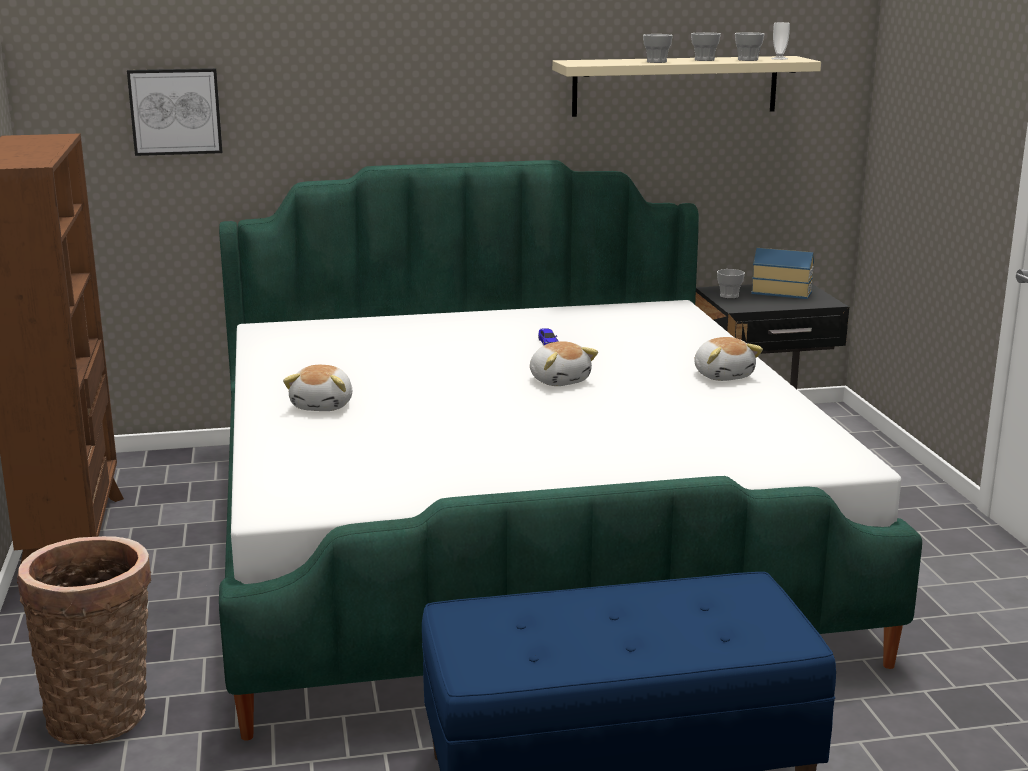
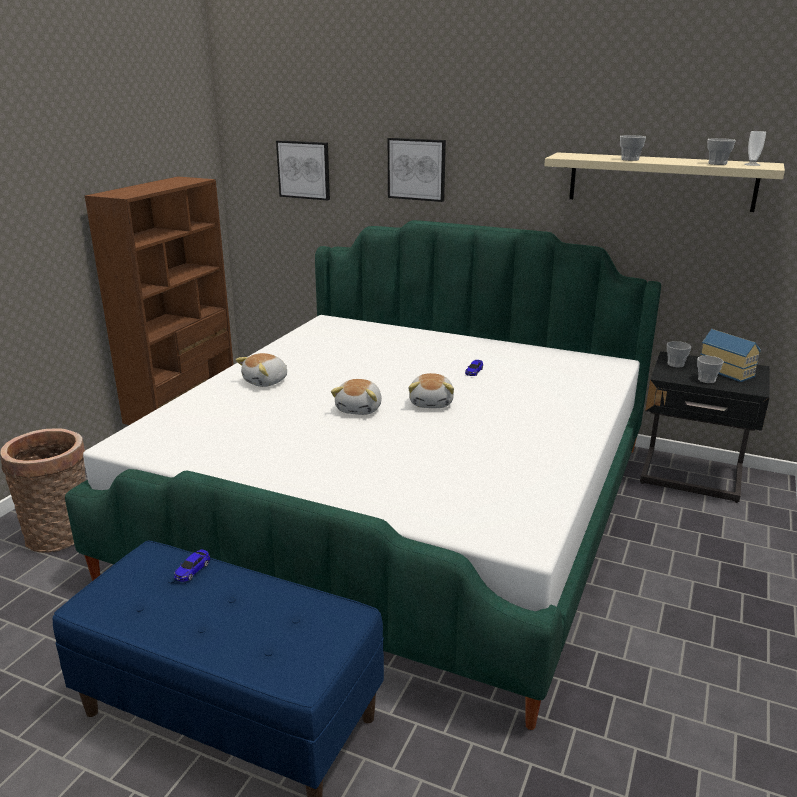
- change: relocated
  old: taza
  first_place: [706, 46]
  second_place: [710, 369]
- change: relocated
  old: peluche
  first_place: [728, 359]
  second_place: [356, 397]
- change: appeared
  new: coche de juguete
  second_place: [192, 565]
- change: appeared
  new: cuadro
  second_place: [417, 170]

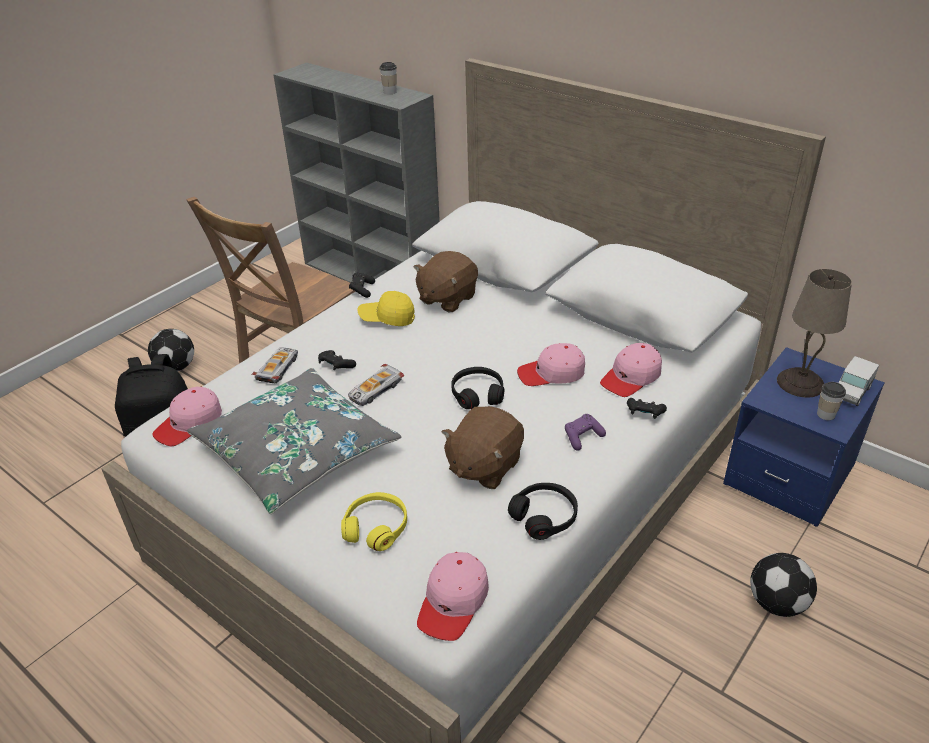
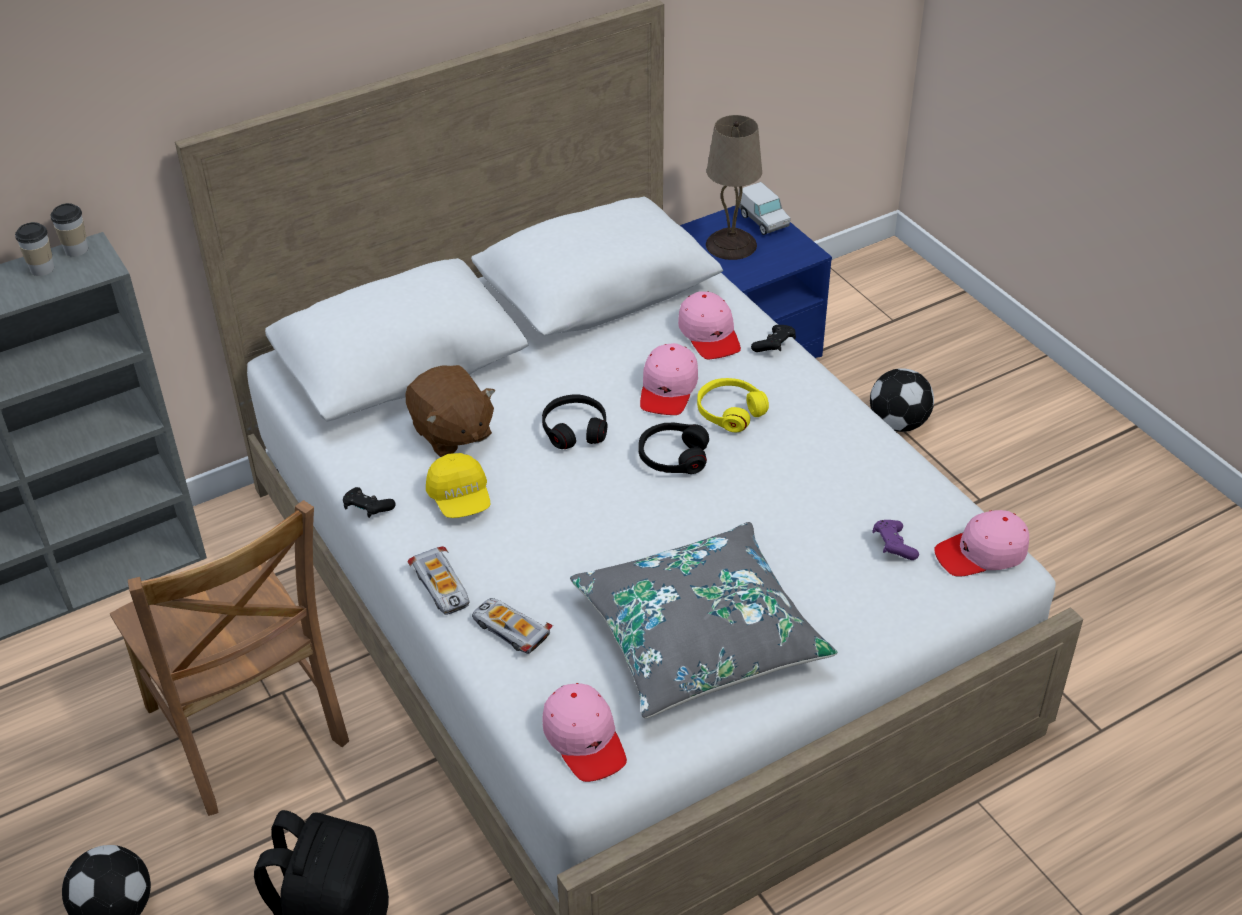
- change: missing
  old: mando de consola [negro]
  first_place: [337, 360]
- change: relocated
  old: auriculares [amarillo]
  first_place: [374, 521]
  second_place: [733, 405]
- change: relocated
  old: coche de juguete
  first_place: [376, 385]
  second_place: [438, 580]
- change: spun
  old: gorra [amarillo]
  first_place: [386, 308]
  second_place: [458, 485]
  degrees: -45
- change: spun
  old: gorra [rosa]
  first_place: [453, 596]
  second_place: [981, 543]
  degrees: 120
- change: missing
  old: peluche [marrón]
  first_place: [482, 447]
- change: relocated
  old: auriculares [negro]
  first_place: [543, 511]
  second_place: [574, 421]
- change: relocated
  old: mando de consola [morado]
  first_place: [585, 432]
  second_place: [895, 540]
- change: relocated
  old: taza
  first_place: [831, 401]
  second_place: [69, 230]

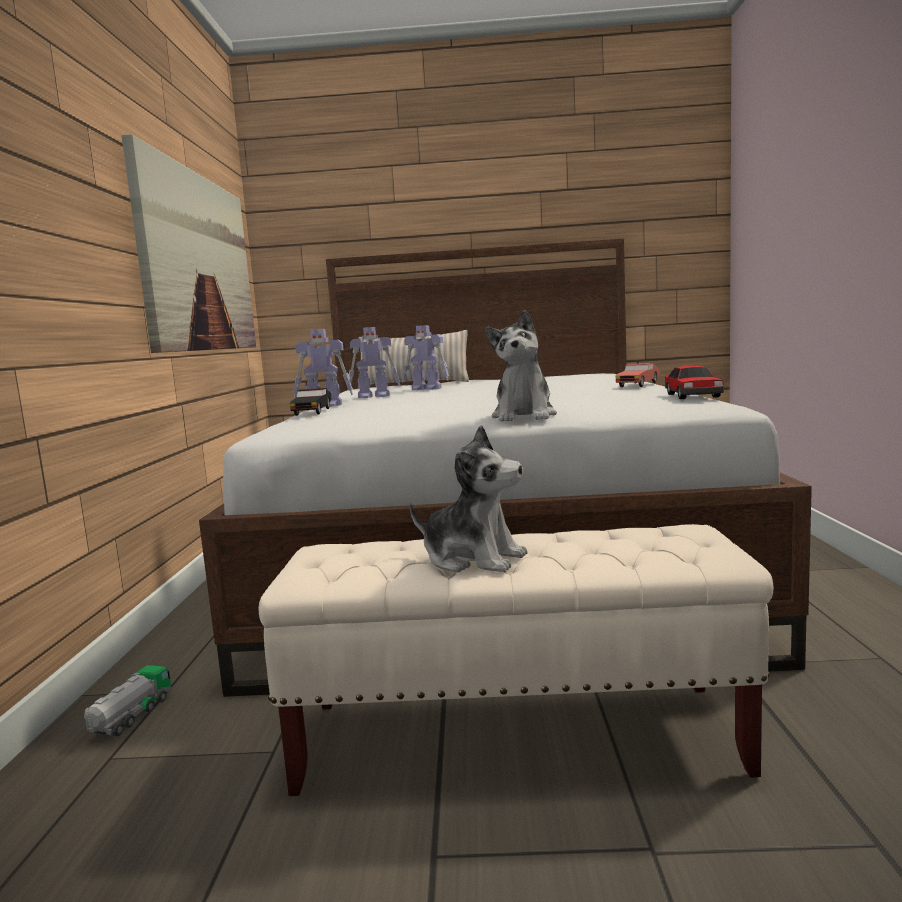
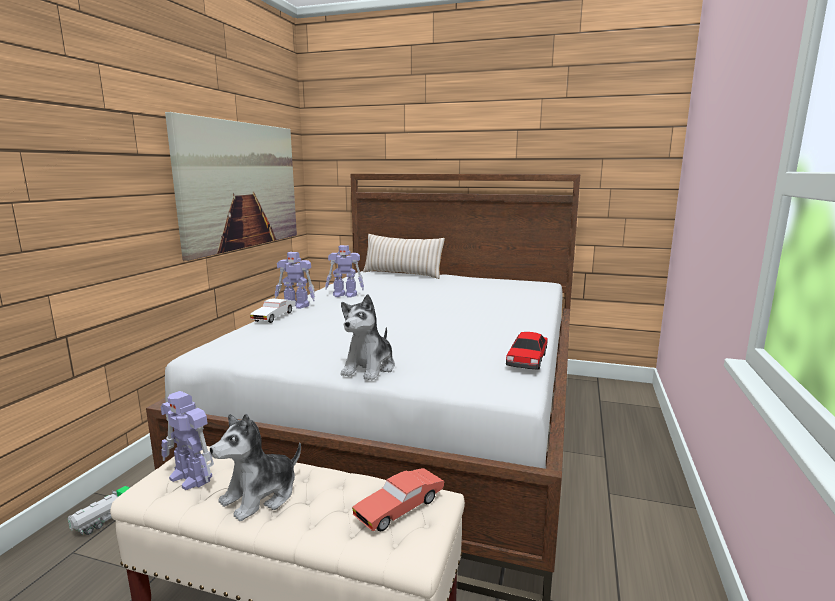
- change: colour
  old: coche de juguete [negro]
  new: coche de juguete [blanco]
  first_place: [310, 402]
  second_place: [273, 310]
- change: relocated
  old: robot de juguete
  first_place: [425, 357]
  second_place: [187, 440]
- change: spun
  old: peluche
  first_place: [469, 498]
  second_place: [255, 467]
  degrees: 90
- change: relocated
  old: coche de juguete [rojo]
  first_place: [638, 375]
  second_place: [398, 499]

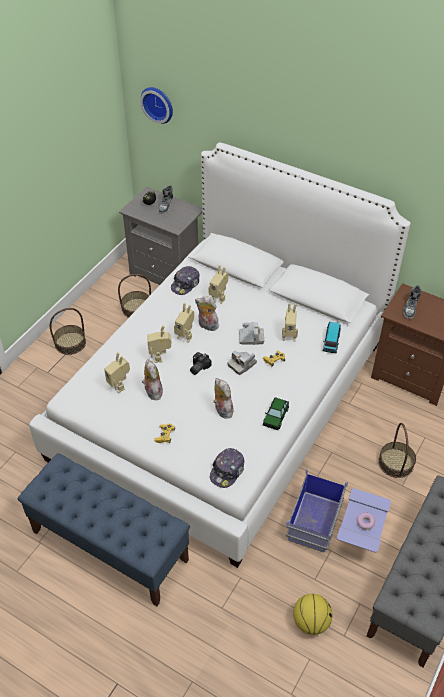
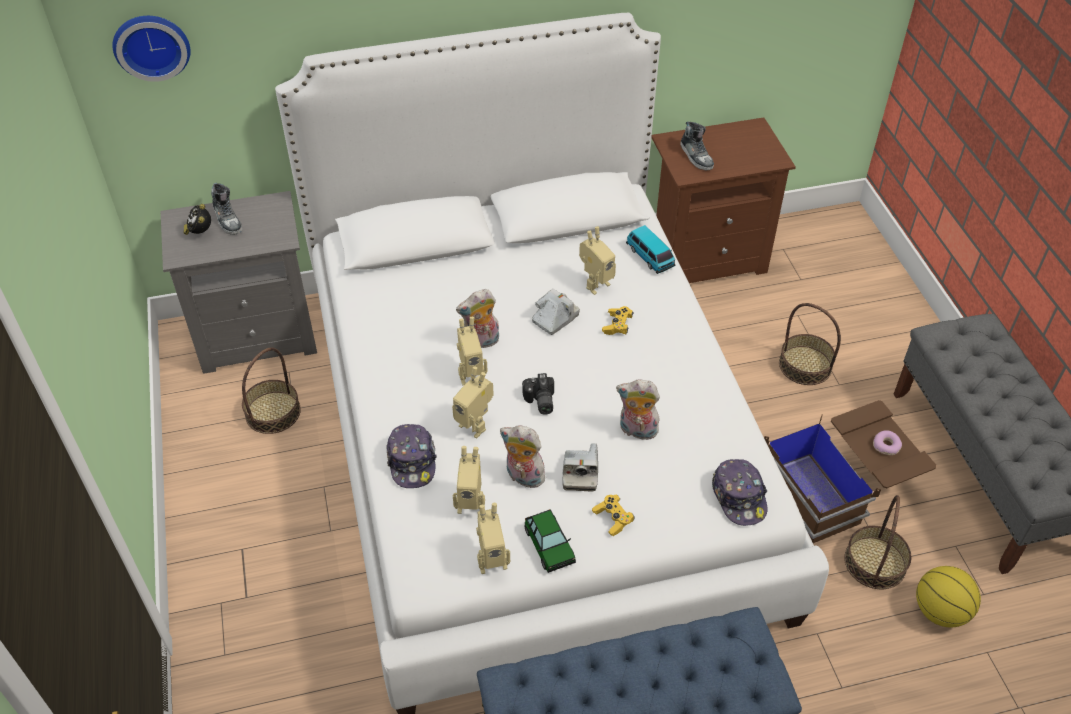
- change: relocated
  old: cesta
  first_place: [68, 331]
  second_place: [878, 542]
- change: relocated
  old: gorra
  first_place: [185, 280]
  second_place: [411, 456]
- change: relocated
  old: robot de juguete
  first_place: [218, 284]
  second_place: [493, 538]
- change: relocated
  old: cámara
  first_place: [242, 363]
  second_place: [580, 467]
- change: relocated
  old: coche de juguete
  first_place: [276, 413]
  second_place: [550, 541]
- change: colour
  old: caja de almacenaje [azul]
  new: caja de almacenaje [marrón]
  first_place: [338, 511]
  second_place: [850, 471]

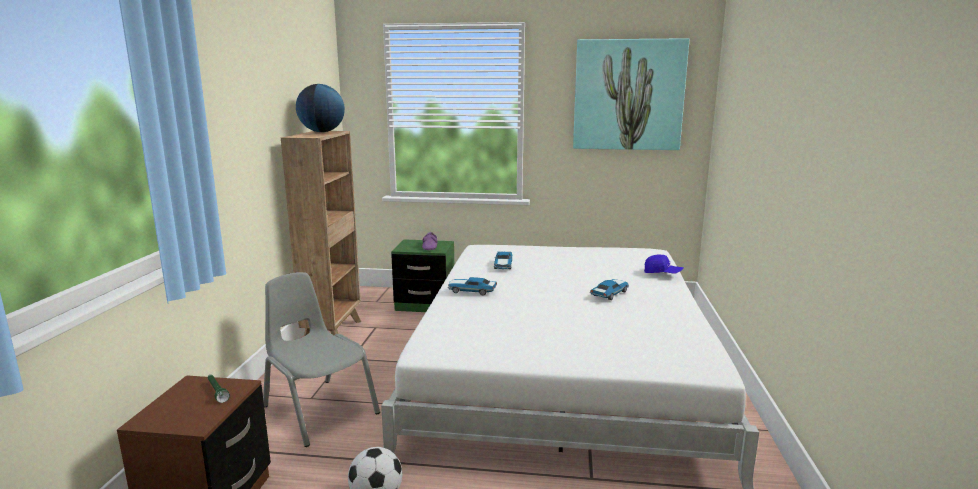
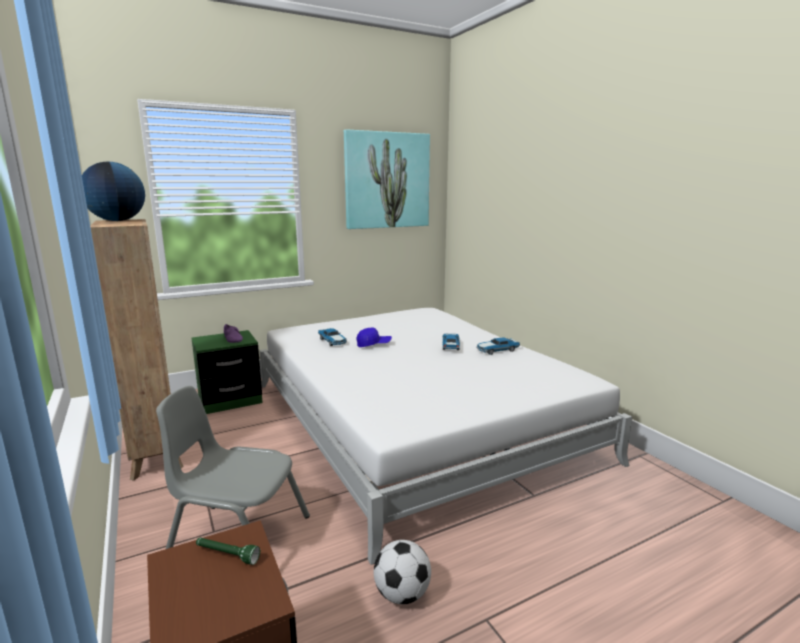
- change: relocated
  old: coche de juguete
  first_place: [472, 286]
  second_place: [498, 346]
- change: relocated
  old: gorra [azul]
  first_place: [664, 264]
  second_place: [374, 337]

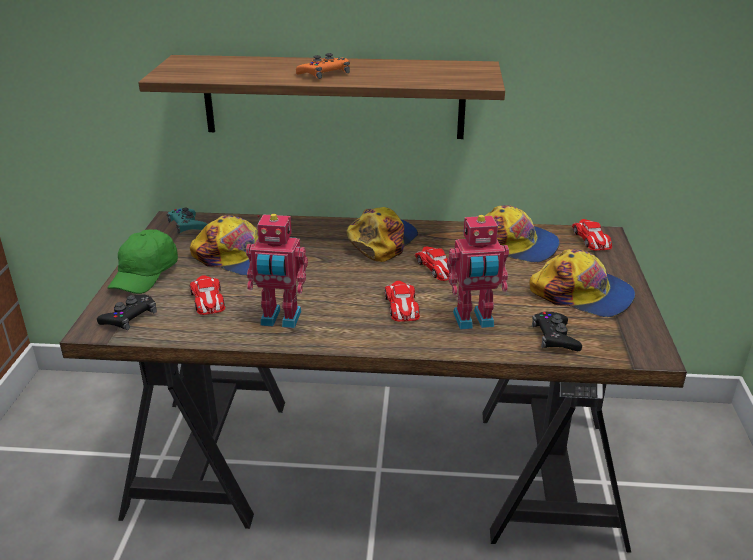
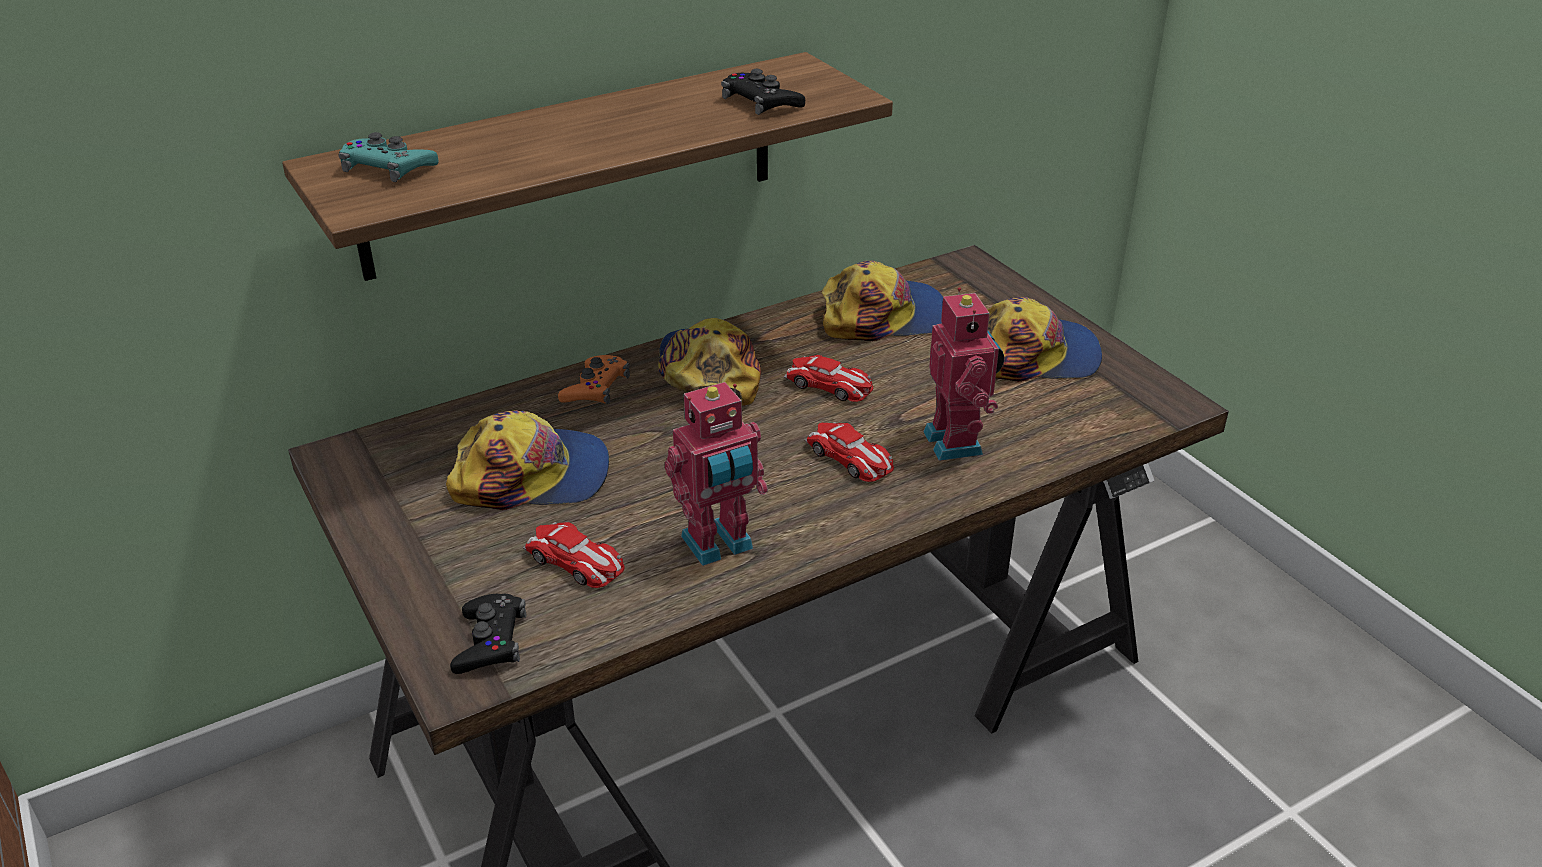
- change: missing
  old: gorra [verde]
  first_place: [142, 261]
- change: relocated
  old: mando de consola [turquesa]
  first_place: [187, 221]
  second_place: [388, 157]
- change: relocated
  old: mando de consola [naranja]
  first_place: [323, 66]
  second_place: [594, 379]
- change: spun
  old: robot de juguete
  first_place: [478, 272]
  second_place: [963, 374]
  degrees: -60
- change: relocated
  old: mando de consola [negro]
  first_place: [557, 331]
  second_place: [763, 92]
- change: missing
  old: coche de juguete
  first_place: [592, 235]

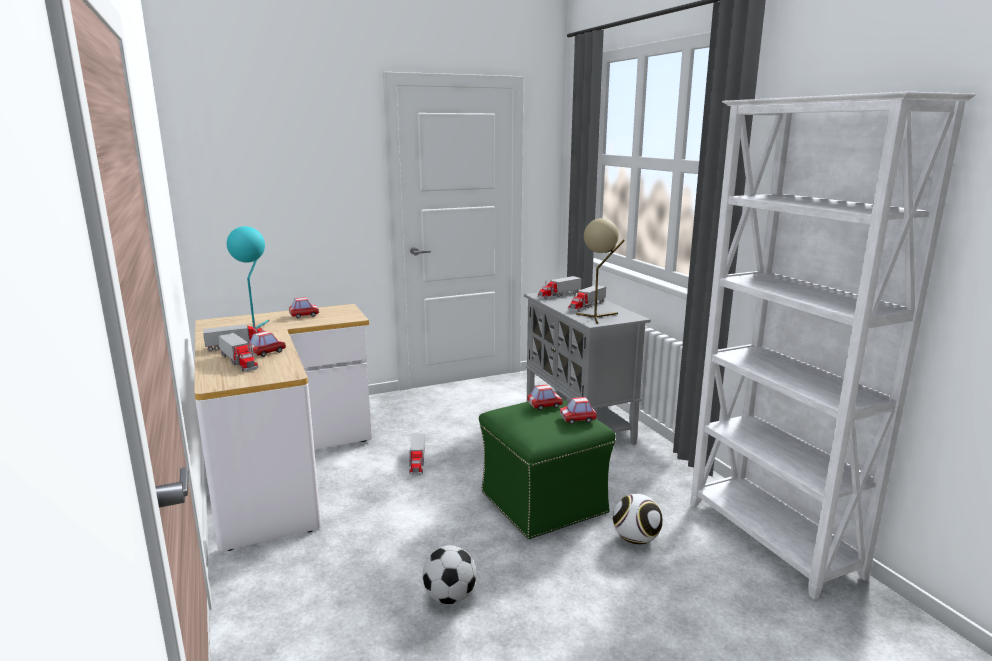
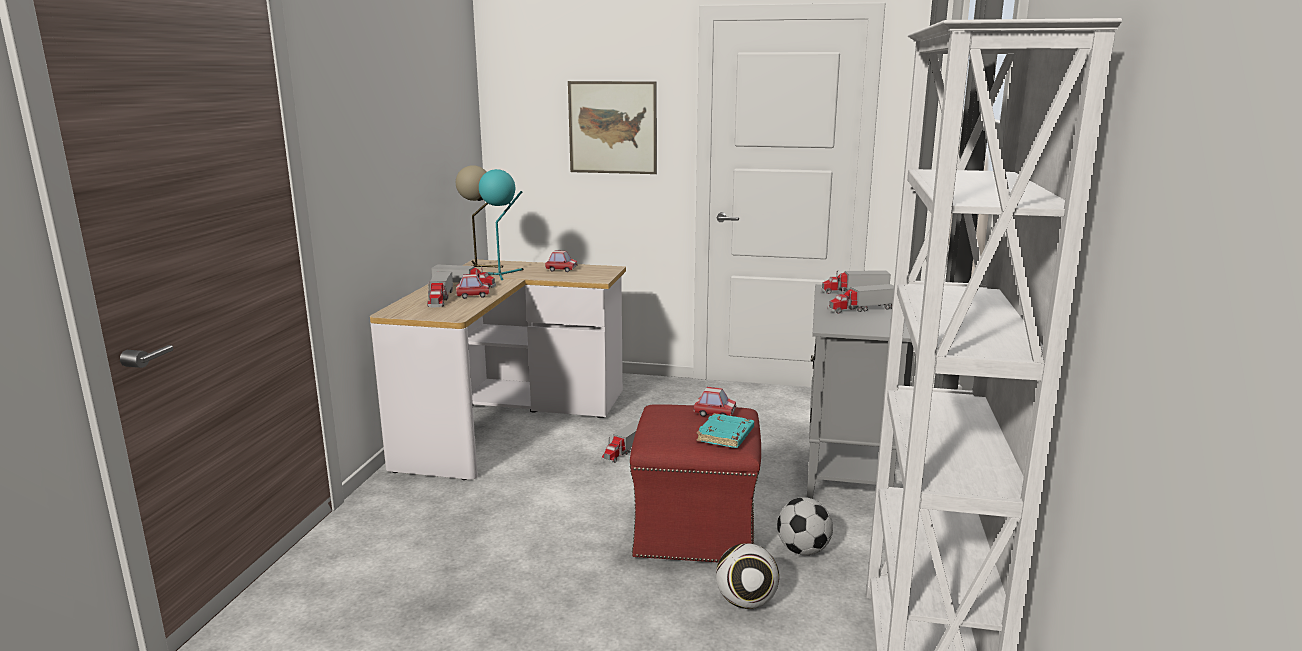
- change: relocated
  old: balón de fútbol
  first_place: [449, 574]
  second_place: [805, 526]
- change: colour
  old: puf [verde]
  new: puf [rojo]
  first_place: [547, 469]
  second_place: [695, 483]
- change: exchanged
  old: coche de juguete
  new: libro [turquesa]
  first_place: [578, 410]
  second_place: [725, 430]
- change: relocated
  old: lámpara de mesa [beis]
  first_place: [600, 271]
  second_place: [479, 216]
- change: appeared
  new: cuadro
  second_place: [612, 127]

